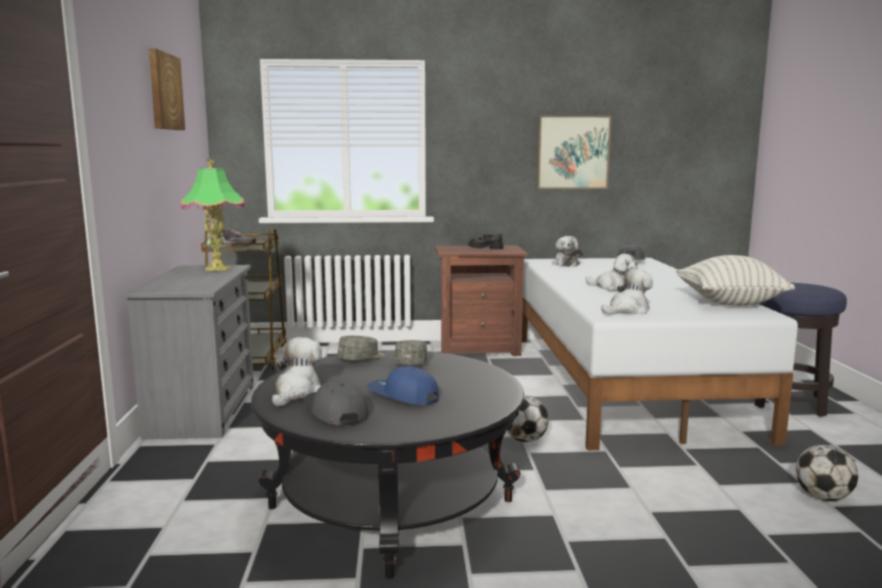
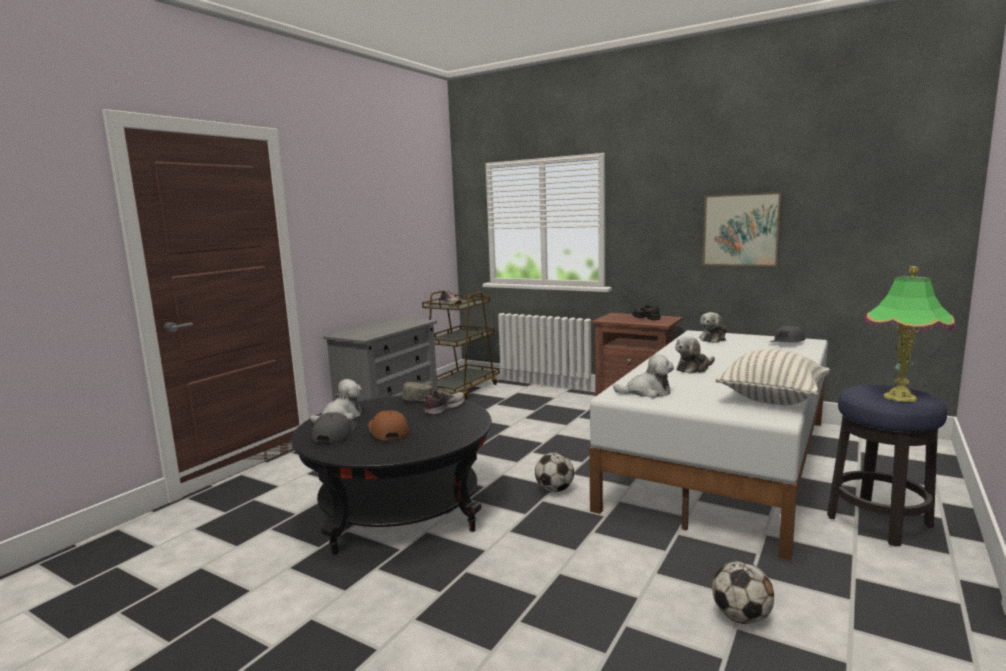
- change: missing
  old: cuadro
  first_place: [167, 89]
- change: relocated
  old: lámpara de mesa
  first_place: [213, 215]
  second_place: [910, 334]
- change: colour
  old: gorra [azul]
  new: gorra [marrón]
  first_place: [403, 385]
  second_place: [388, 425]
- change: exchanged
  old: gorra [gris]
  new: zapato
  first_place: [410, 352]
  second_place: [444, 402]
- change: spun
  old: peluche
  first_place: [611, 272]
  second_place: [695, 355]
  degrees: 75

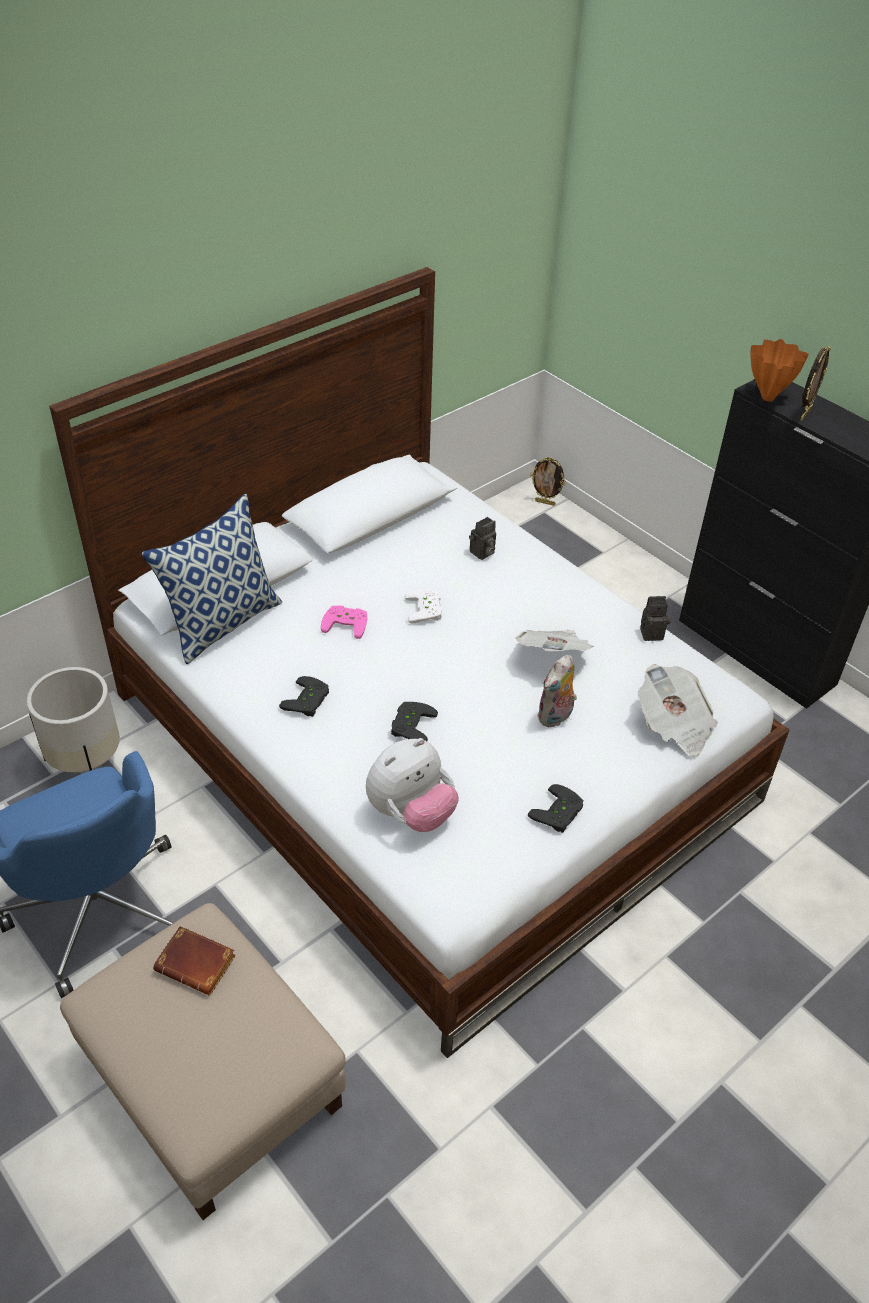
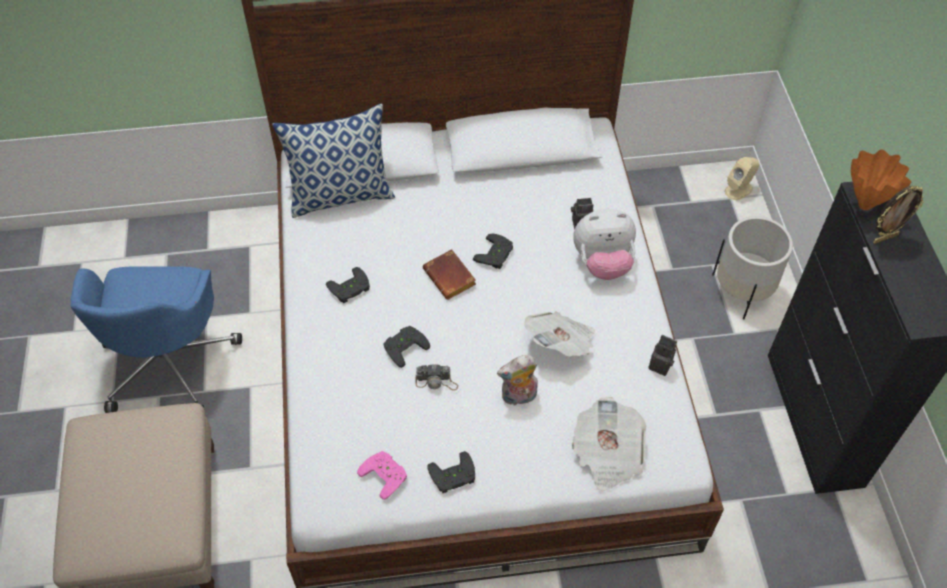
- change: relocated
  old: maceta [blanco]
  first_place: [73, 719]
  second_place: [752, 267]
- change: relocated
  old: libro [marrón]
  first_place: [194, 960]
  second_place: [449, 274]
- change: relocated
  old: mando de consola [rosa]
  first_place: [344, 622]
  second_place: [382, 475]
- change: relocated
  old: peluche
  first_place: [412, 785]
  second_place: [604, 244]
- change: colour
  old: mando de consola [blanco]
  new: mando de consola [negro]
  first_place: [423, 606]
  second_place: [493, 251]
- change: exchanged
  old: portarretratos
  new: altavoz [beis]
  first_place: [548, 481]
  second_place: [742, 178]
- change: appeared
  new: cámara
  second_place: [436, 377]

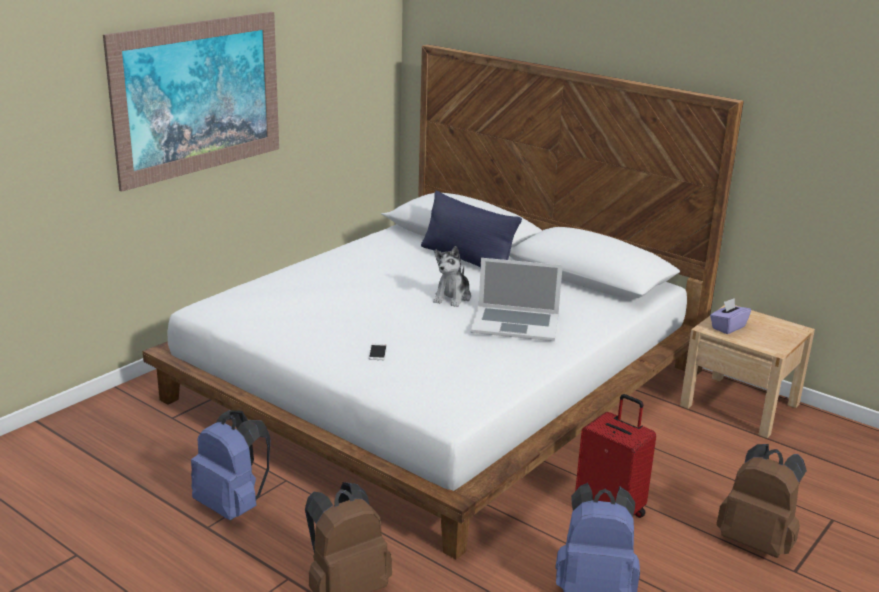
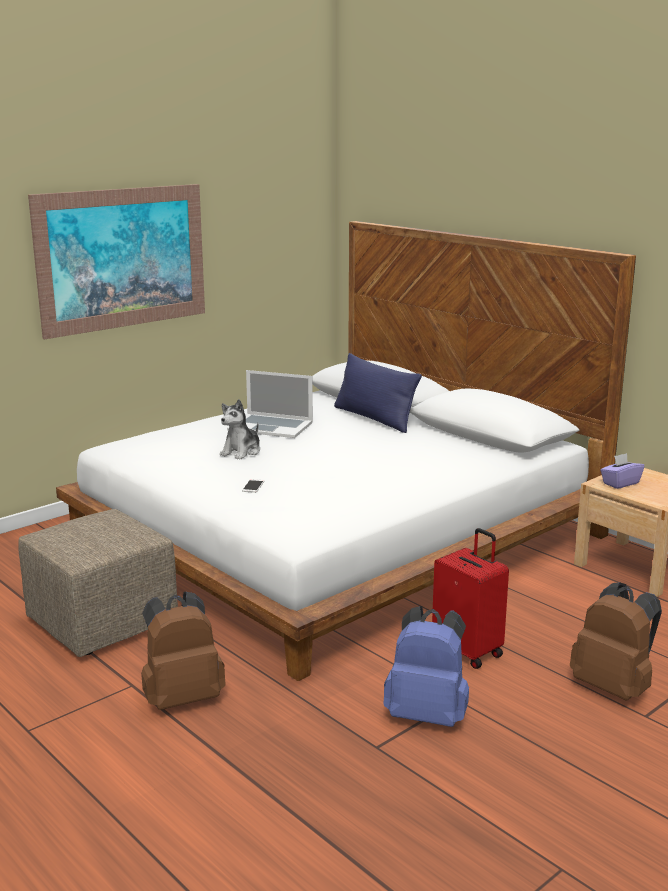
- change: exchanged
  old: mochila [azul]
  new: puf [beis]
  first_place: [231, 465]
  second_place: [98, 583]
- change: relocated
  old: peluche
  first_place: [452, 276]
  second_place: [240, 429]
- change: relocated
  old: portátil
  first_place: [517, 299]
  second_place: [270, 404]

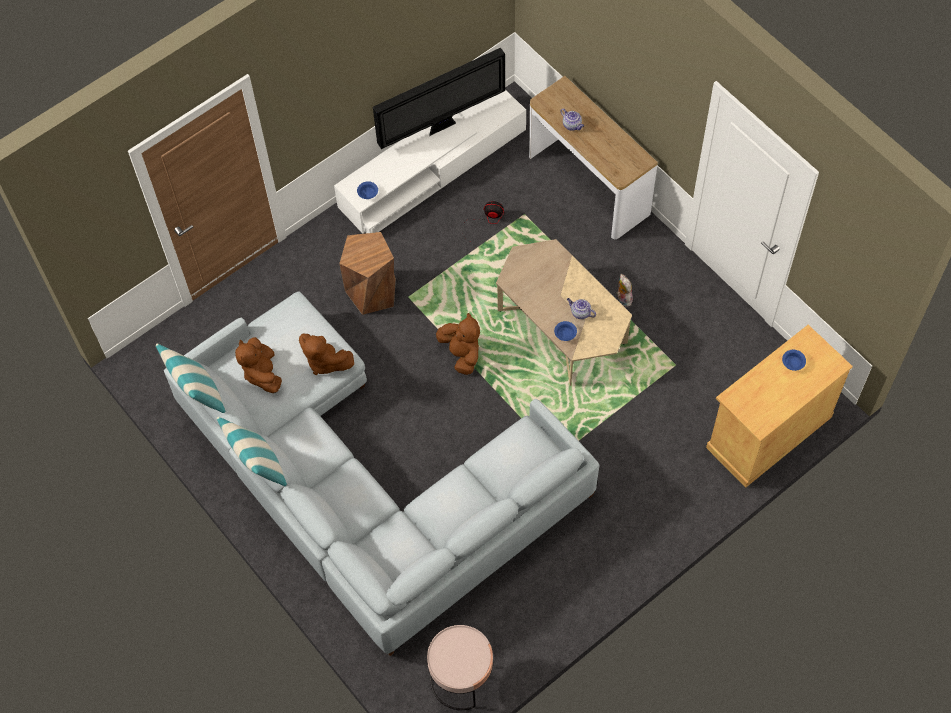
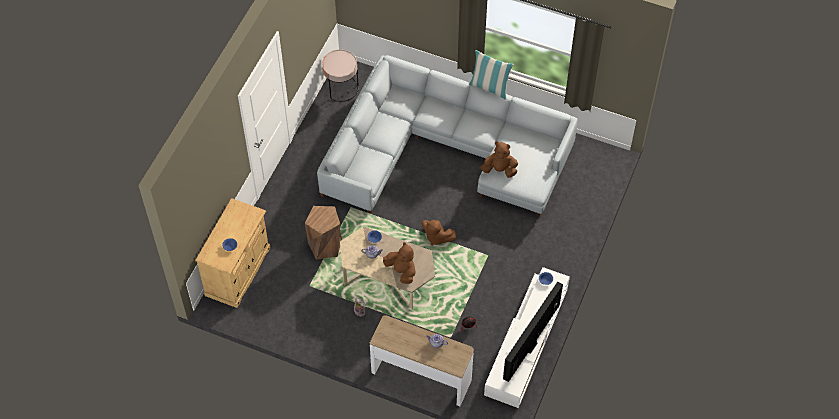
- change: missing
  old: cojín
  first_place: [190, 378]
- change: relocated
  old: peluche [marrón]
  first_place: [258, 365]
  second_place: [399, 263]
- change: relocated
  old: taburete [marrón]
  first_place: [367, 273]
  second_place: [323, 233]

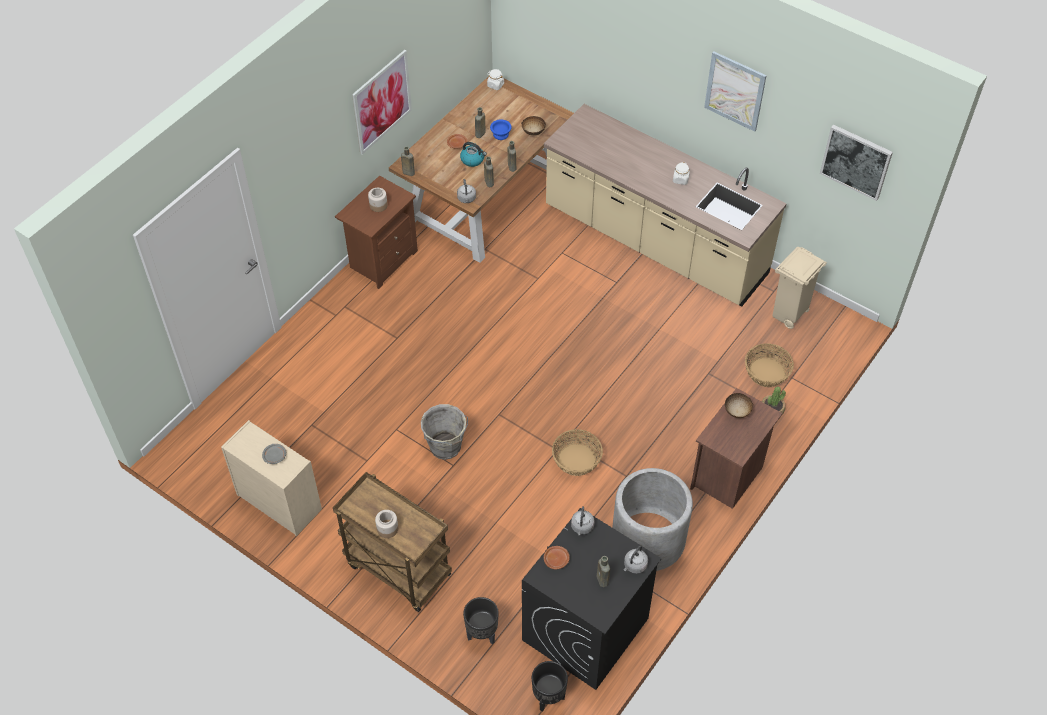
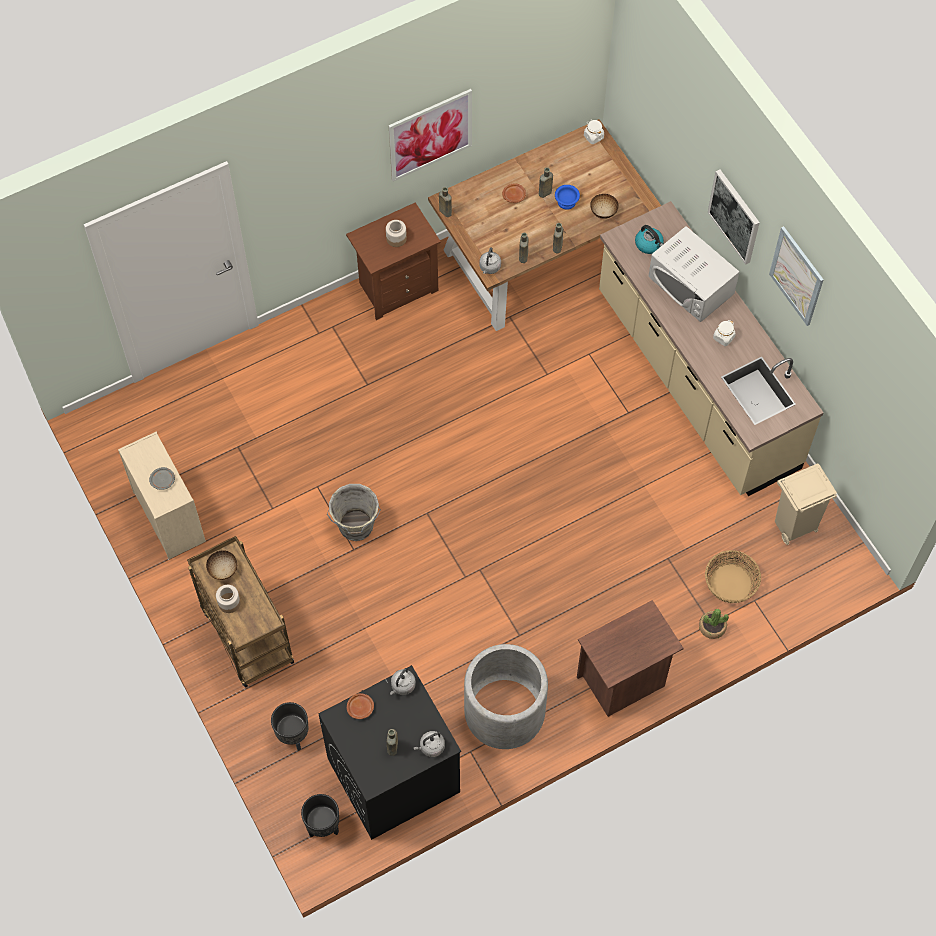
- change: relocated
  old: hervidor
  first_place: [473, 154]
  second_place: [649, 239]
- change: missing
  old: cesta
  first_place: [577, 452]
- change: relocated
  old: cuenco
  first_place: [739, 405]
  second_place: [221, 565]
- change: relocated
  old: cuadro
  first_place: [856, 163]
  second_place: [734, 217]
- change: appeared
  new: microondas [blanco]
  second_place: [694, 274]

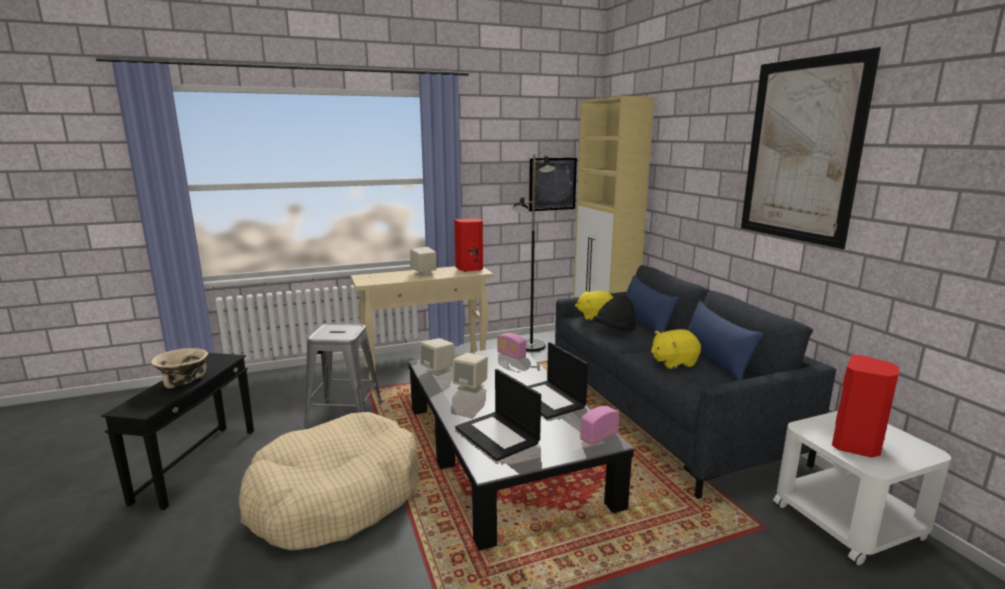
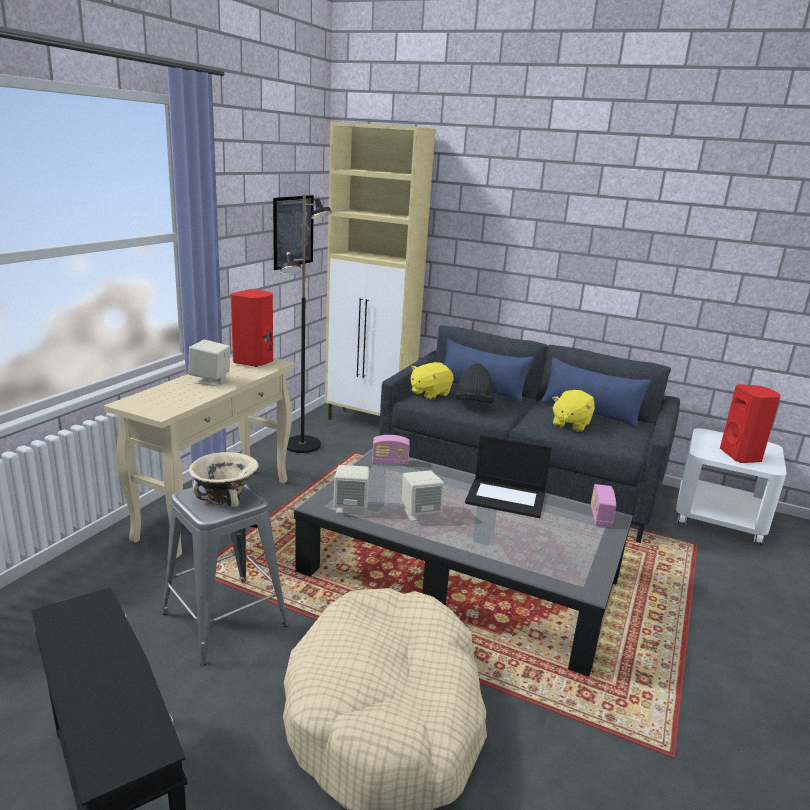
- change: relocated
  old: cuenco [beis]
  first_place: [179, 368]
  second_place: [224, 480]
- change: missing
  old: portátil
  first_place: [498, 415]
- change: missing
  old: cuadro
  first_place: [811, 148]

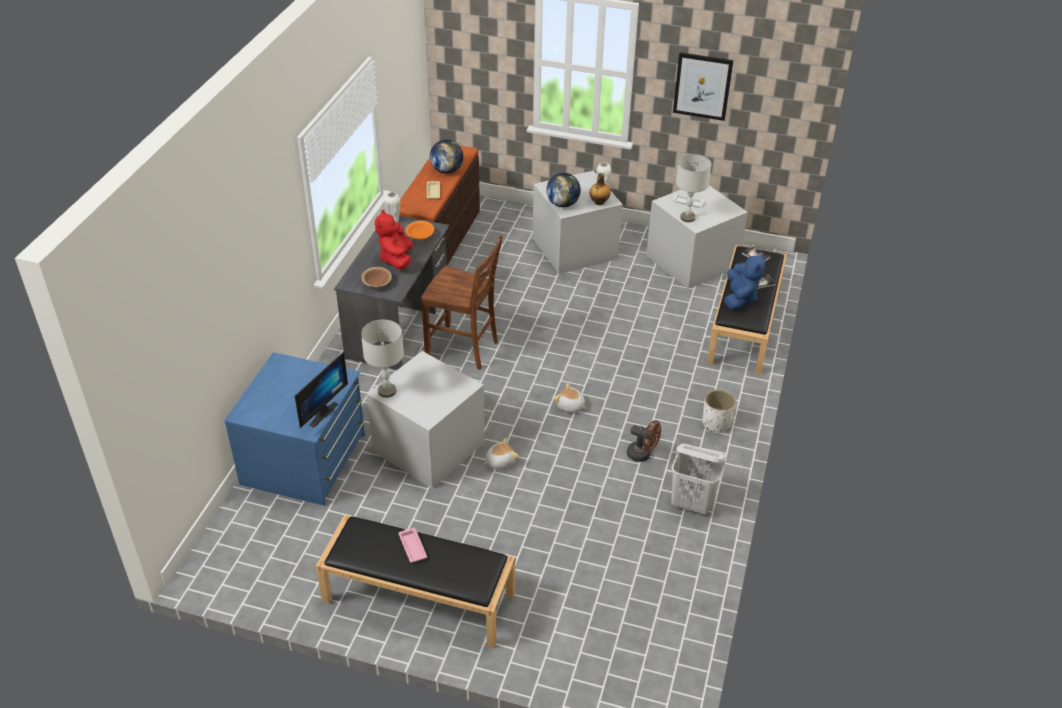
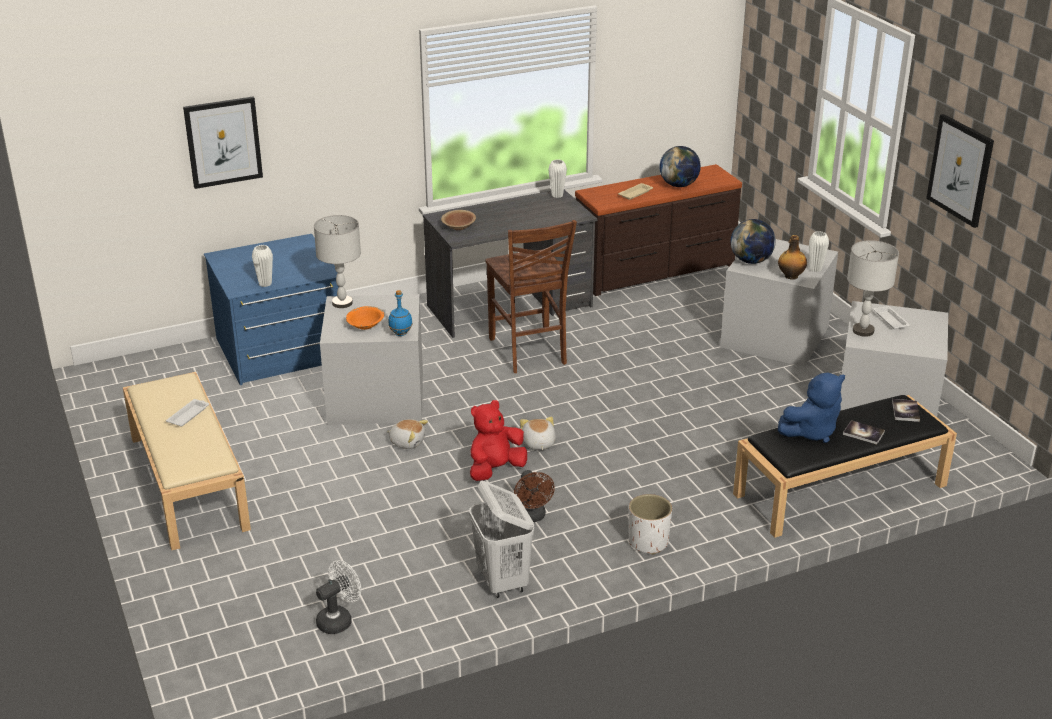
- change: exchanged
  old: monitor
  new: florero [blanco]
  first_place: [321, 390]
  second_place: [262, 266]
- change: colour
  old: banco [negro]
  new: banco [beis]
  first_place: [415, 581]
  second_place: [187, 461]
- change: relocated
  old: peluche [rojo]
  first_place: [394, 240]
  second_place: [498, 440]
- change: colour
  old: bandeja [rosa]
  new: bandeja [blanco]
  first_place: [412, 545]
  second_place: [187, 412]
- change: relocated
  old: cuenco [naranja]
  first_place: [419, 230]
  second_place: [365, 318]
- change: appeared
  new: cuadro
  second_place: [223, 142]
- change: appeared
  new: ventilador [blanco]
  second_place: [338, 597]
- change: appeared
  new: botella [azul]
  second_place: [400, 313]

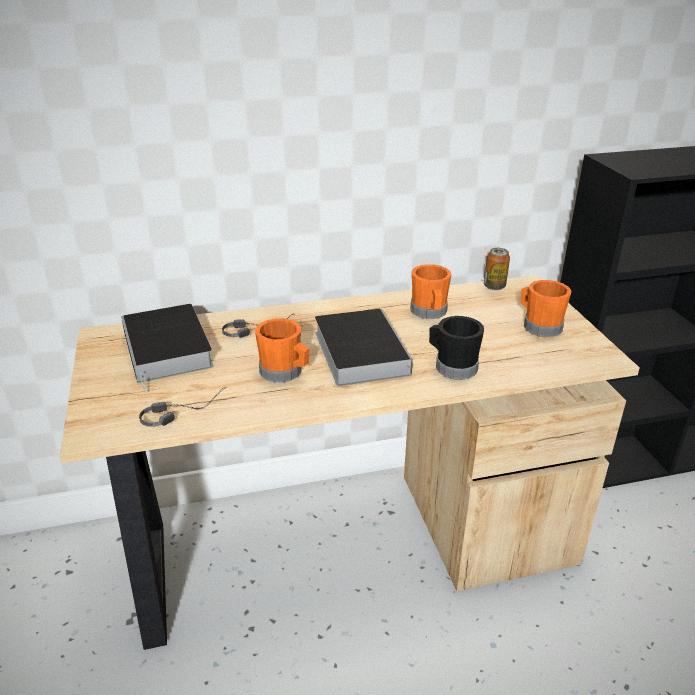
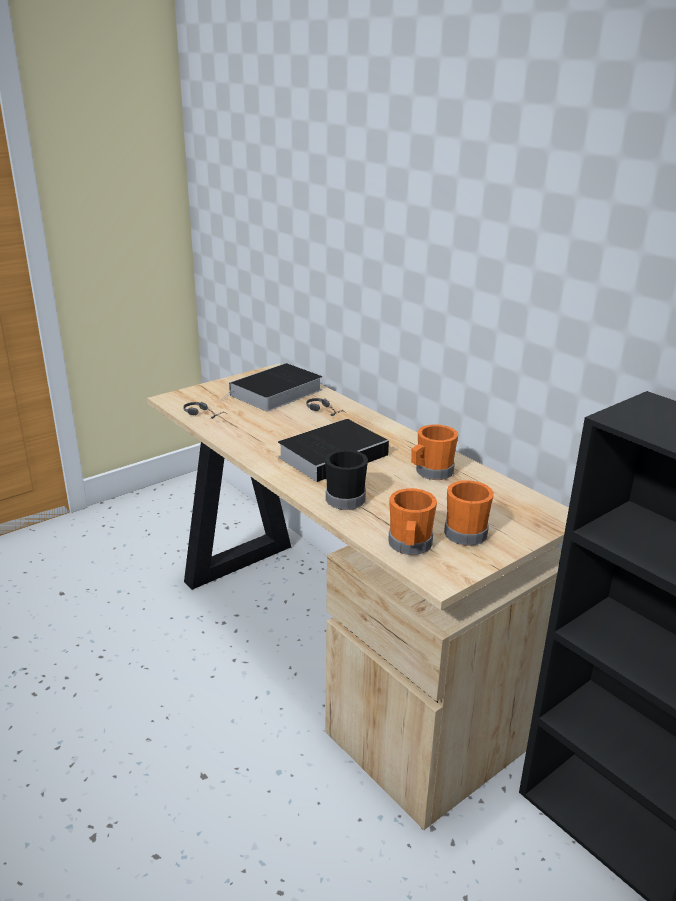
- change: relocated
  old: taza grande [naranja]
  first_place: [282, 350]
  second_place: [412, 521]
- change: missing
  old: lata
  first_place: [497, 269]

